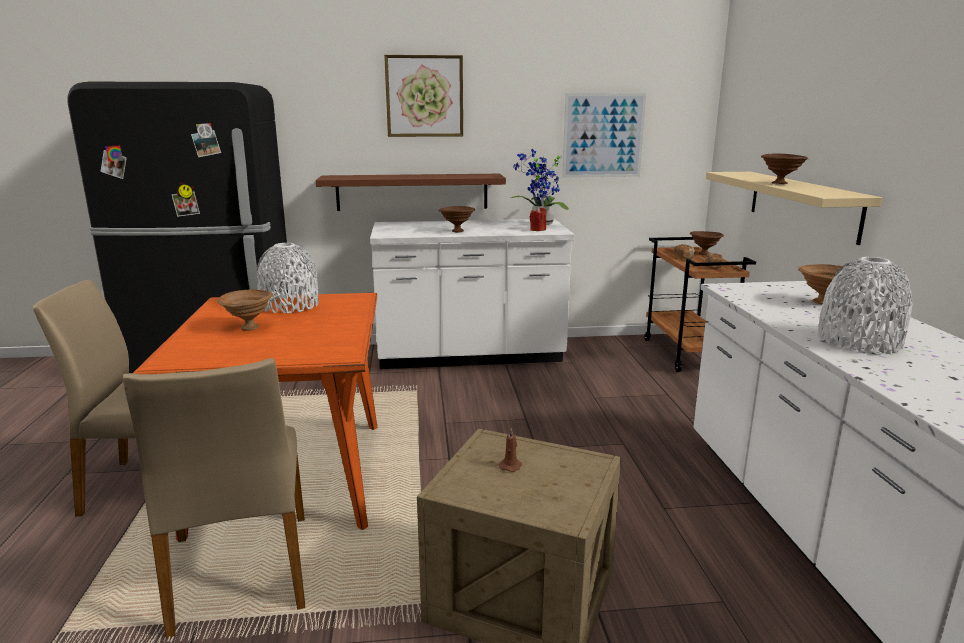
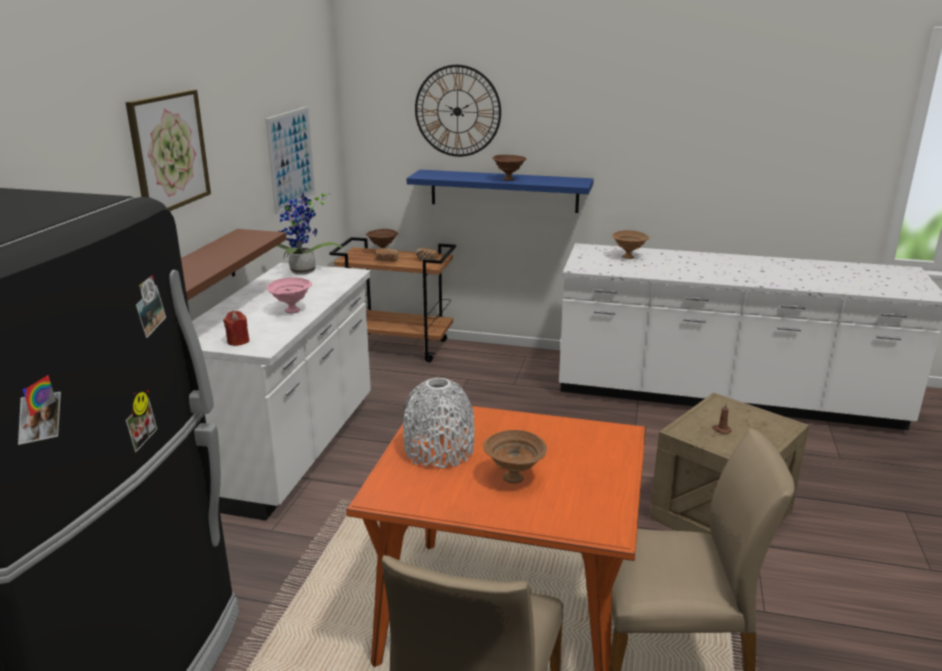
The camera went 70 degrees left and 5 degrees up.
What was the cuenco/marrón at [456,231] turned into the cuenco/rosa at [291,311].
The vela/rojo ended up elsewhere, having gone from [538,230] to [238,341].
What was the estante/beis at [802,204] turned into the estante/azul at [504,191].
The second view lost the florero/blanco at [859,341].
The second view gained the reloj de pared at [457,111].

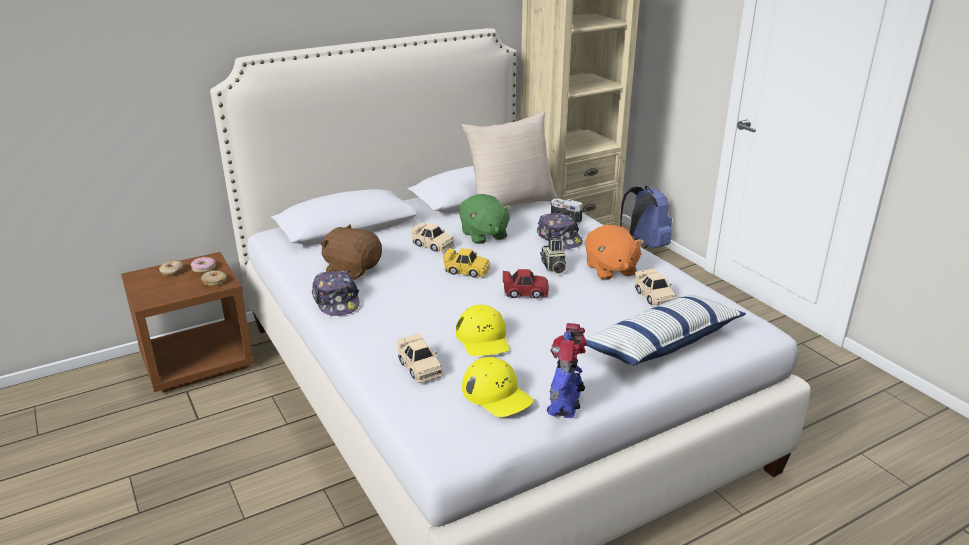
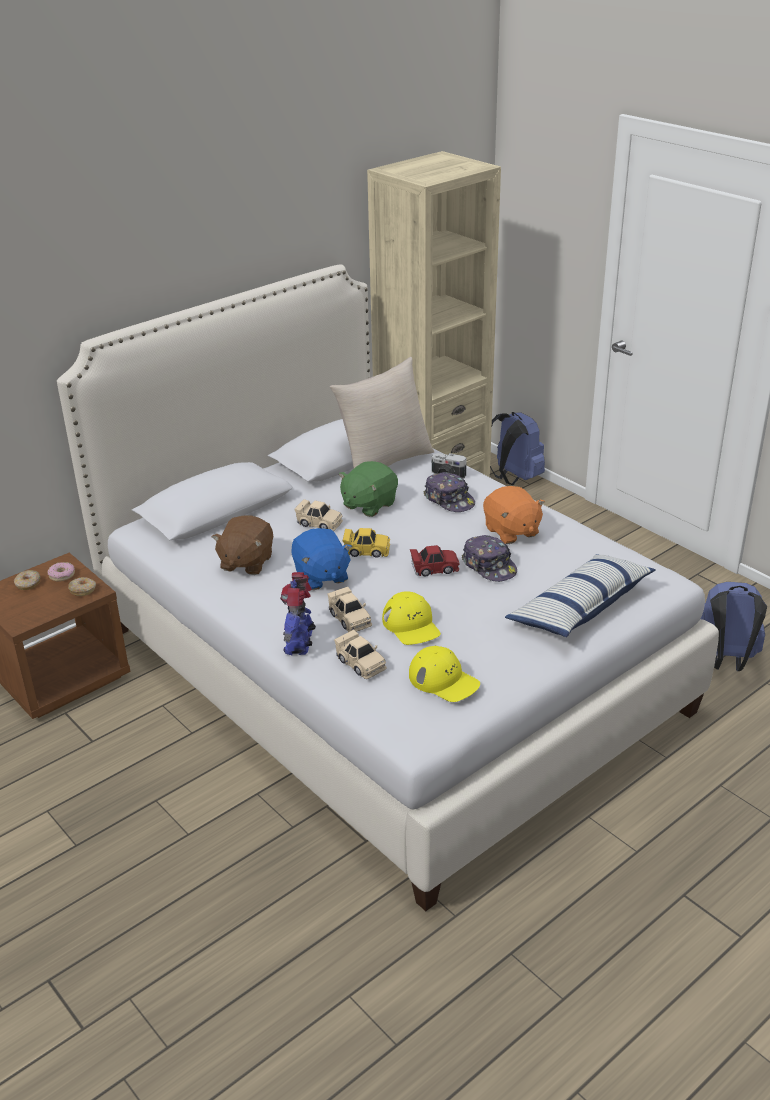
The camera went 10 degrees left and 5 degrees up.
The gorra ended up elsewhere, having gone from [336,301] to [489,566].
The peluche/marrón at [352,269] ended up facing another way, 90 degrees counterclockwise from before.
The peluche/verde at [483,235] ended up facing another way, 75 degrees clockwise from before.
The second view lost the cámara at [553,267].
The robot de juguete ended up elsewhere, having gone from [565,403] to [300,642].
The coche de juguete/beis ended up elsewhere, having gone from [654,297] to [350,618].
The second view gained the peluche/azul at [321,576].
The second view gained the mochila/azul at [725,660].

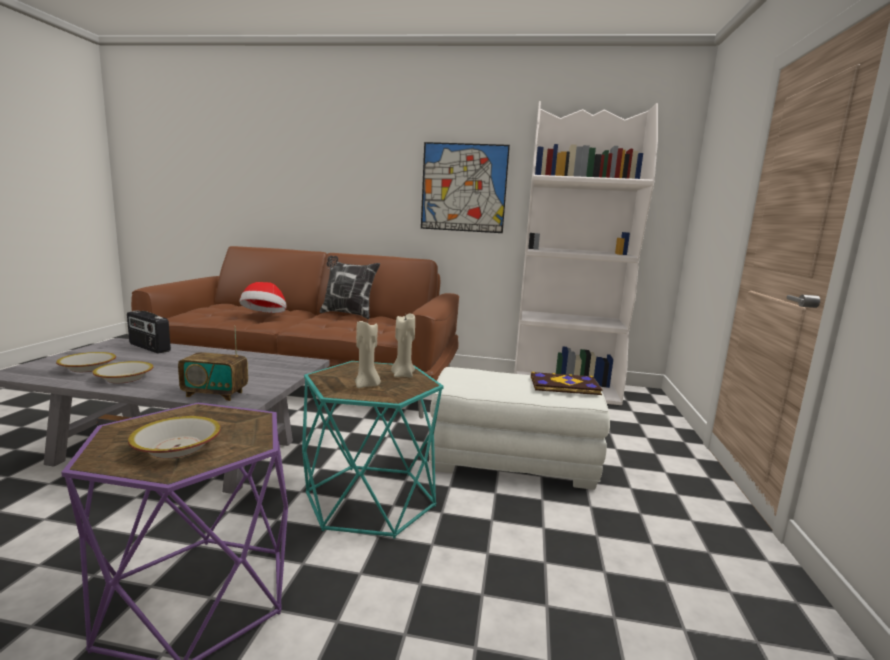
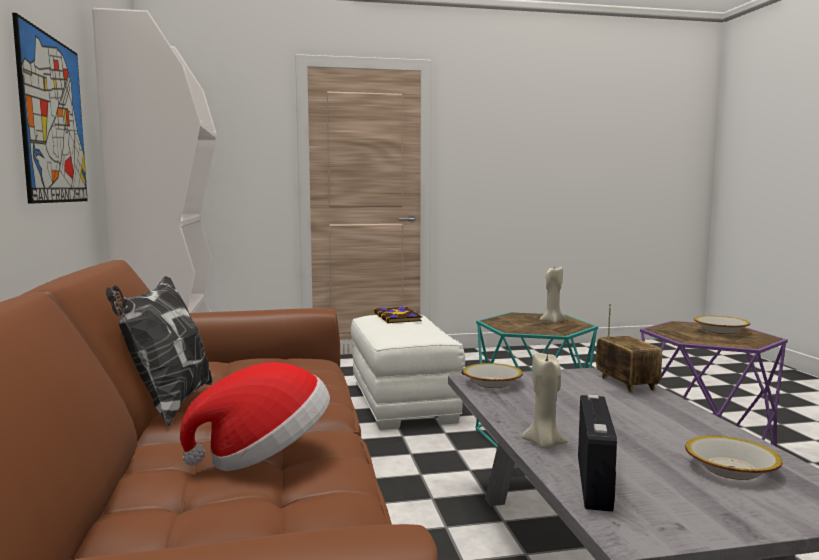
The camera went 110 degrees left and 5 degrees down.
The cuenco ended up elsewhere, having gone from [124,379] to [492,383].
The vela/beis ended up elsewhere, having gone from [402,375] to [544,444].

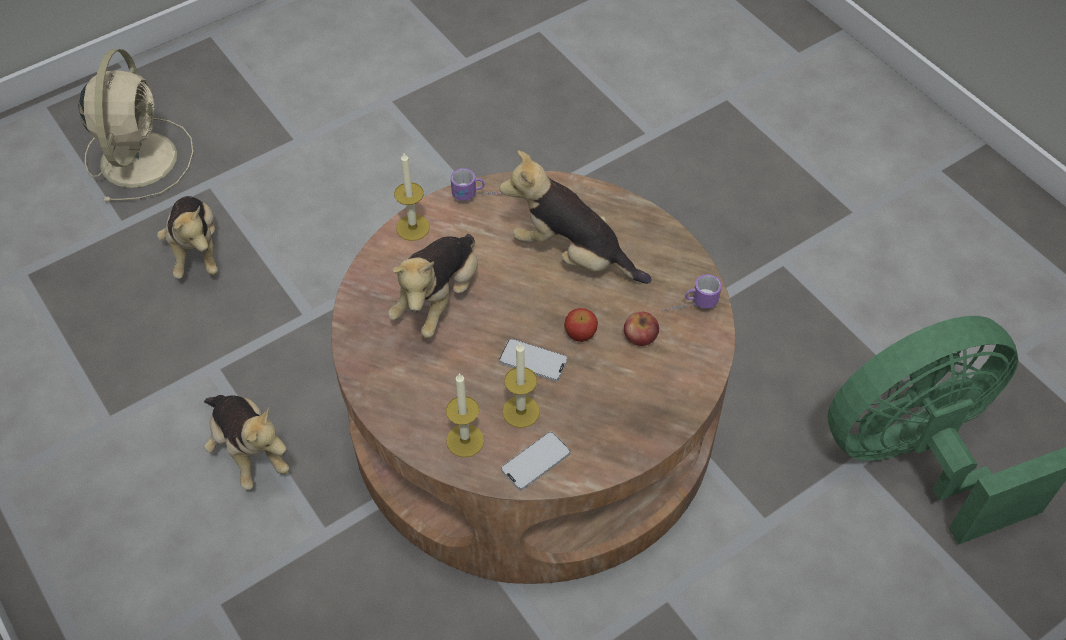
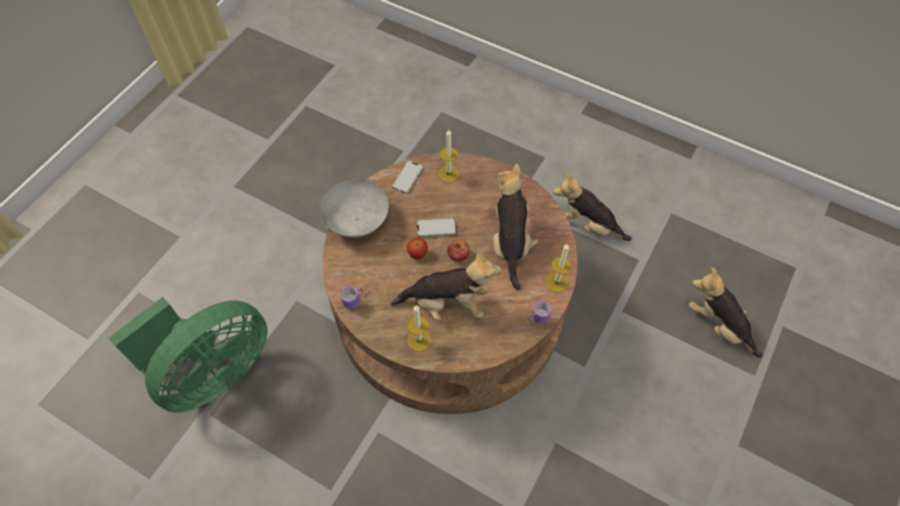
The camera went 155 degrees right and 5 degrees up.
The second view lost the ventilador/beis at [139,157].
The vela ended up elsewhere, having gone from [521,411] to [419,340].
The manzana ended up elsewhere, having gone from [640,336] to [458,254].
The second view gained the cuenco/gris at [356,221].

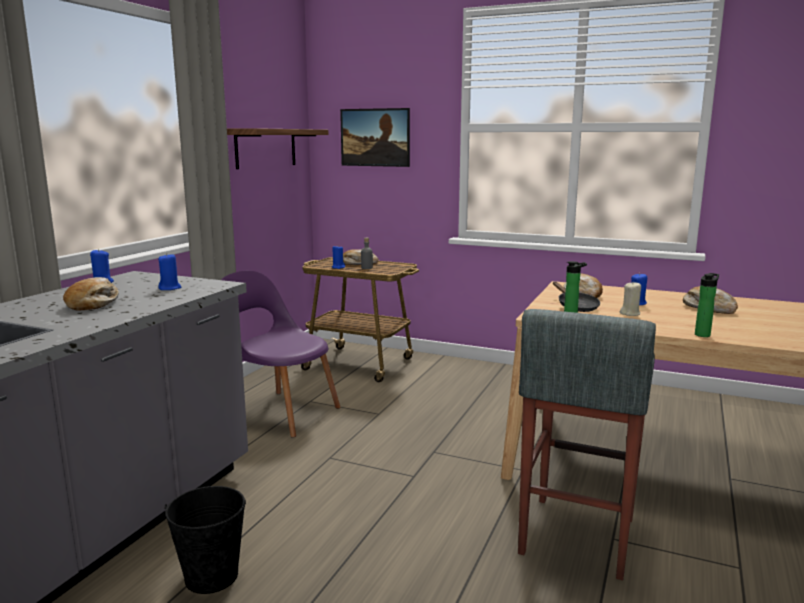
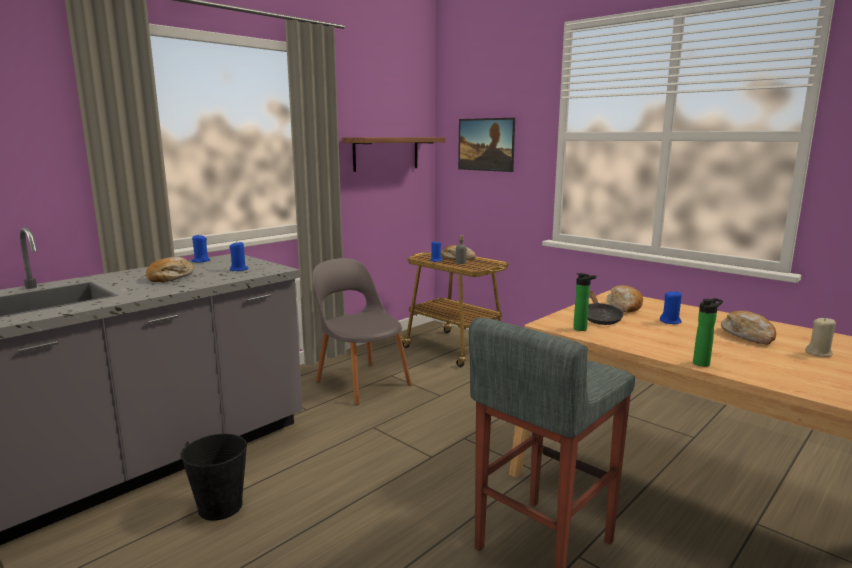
The camera went 20 degrees right and 0 degrees up.
What was the silla/morado at [281,412] turned into the silla/gris at [361,381].
The vela/beis ended up elsewhere, having gone from [630,313] to [819,353].

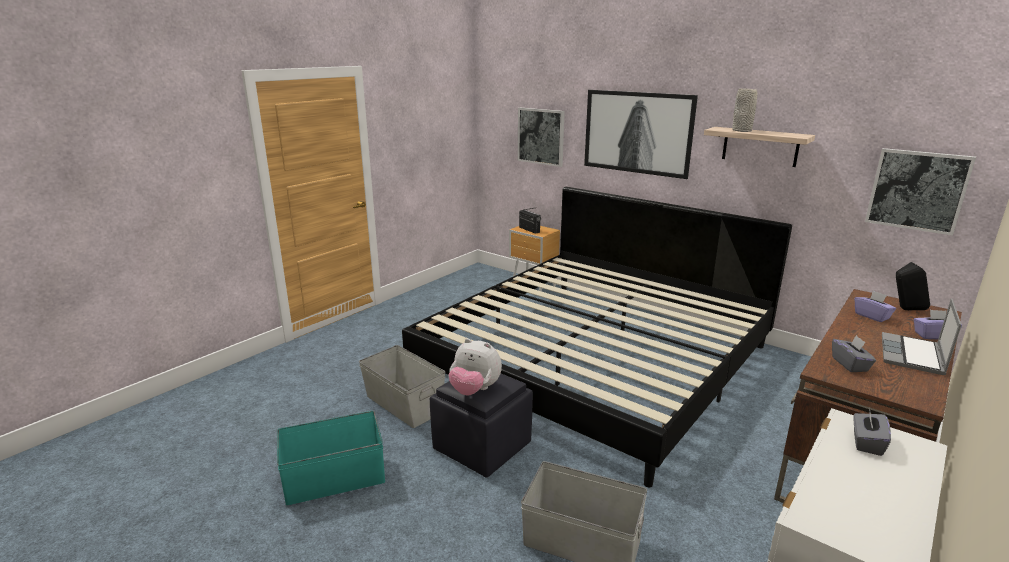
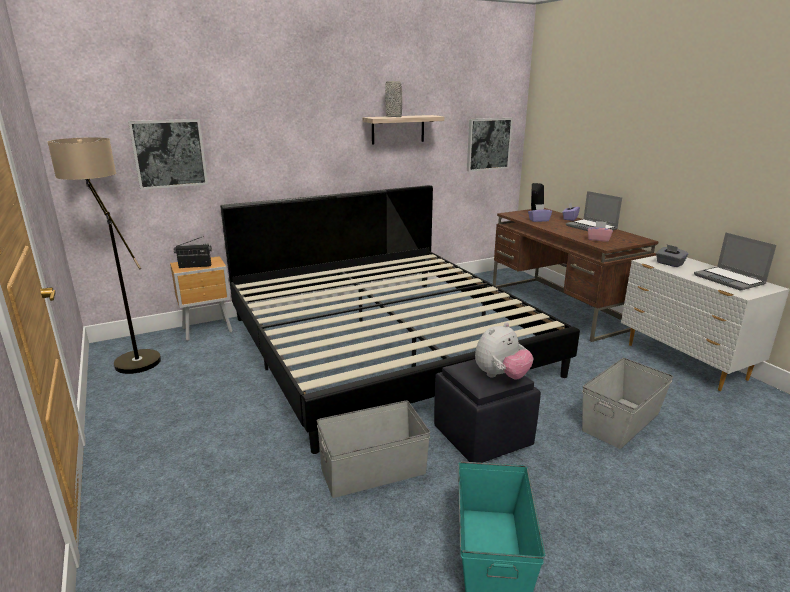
The camera went 65 degrees left and 0 degrees up.
The second view lost the cuadro at [638,132].
What was the caja de pañuelos/gris at [850,364] turned into the caja de pañuelos/rosa at [598,239].
The second view gained the lámpara de pie at [130,357].
The second view gained the portátil at [730,280].

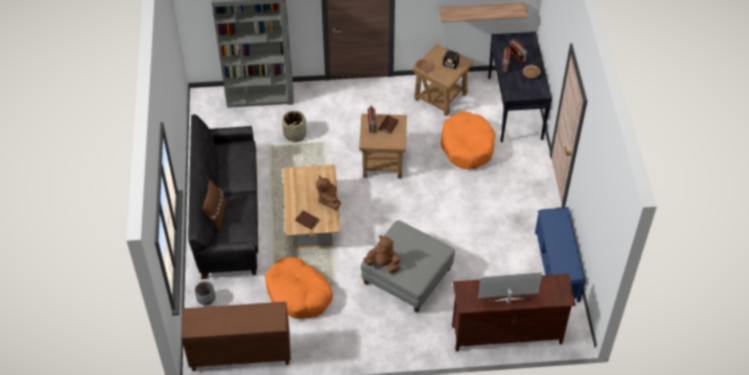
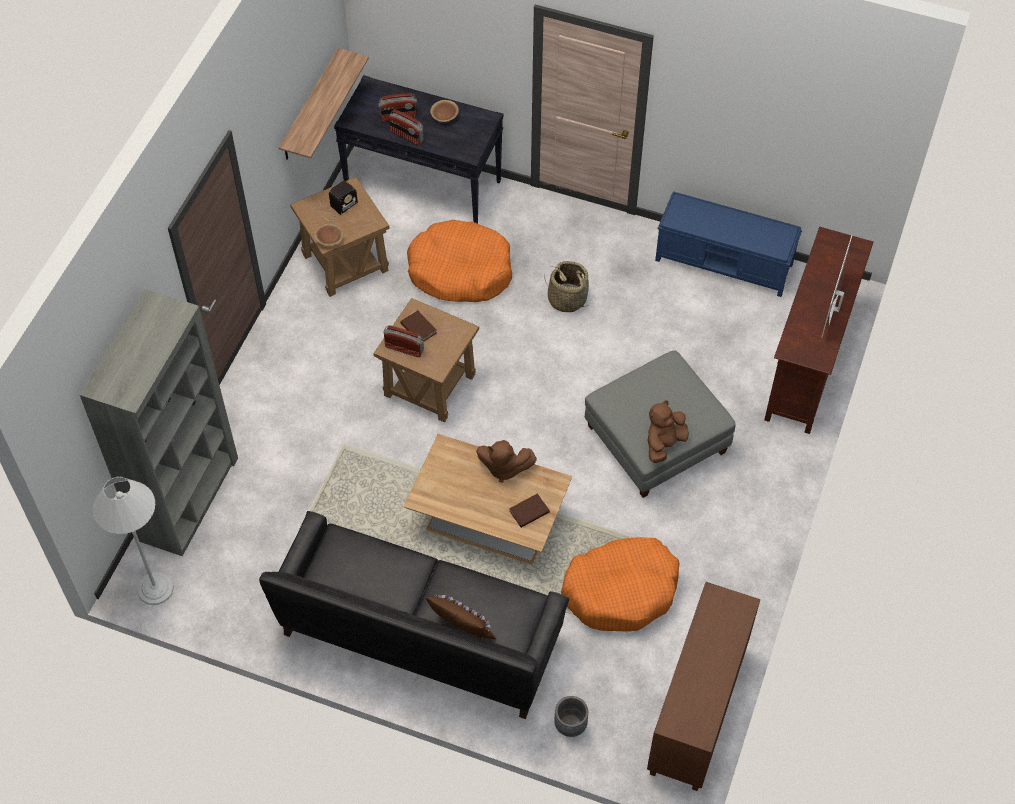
The camera went 65 degrees left and 5 degrees up.
The cesta ended up elsewhere, having gone from [295,134] to [567,298].
The second view gained the lámpara de pie/blanco at [155,589].

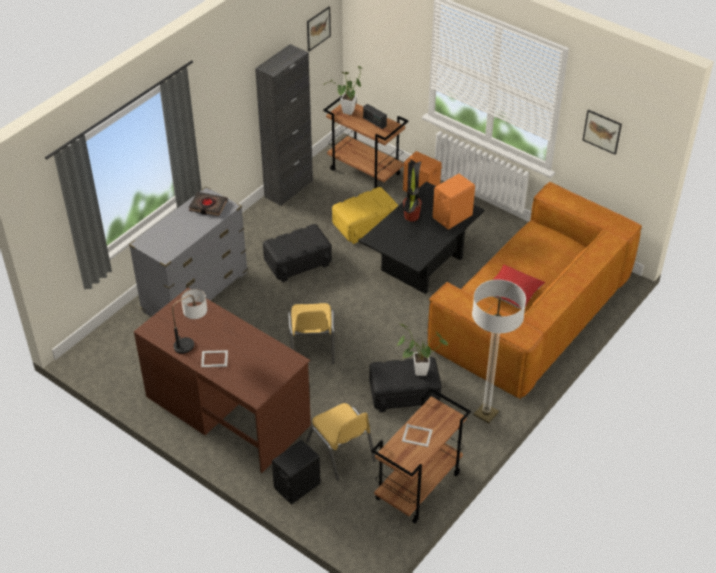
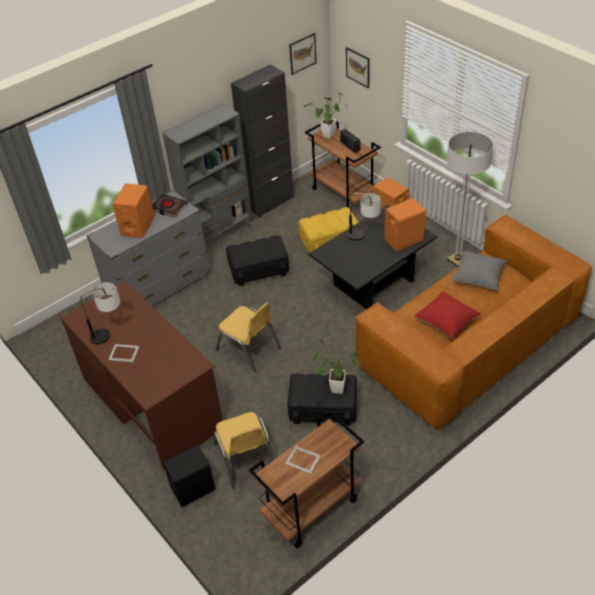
The camera went 15 degrees right and 0 degrees up.
The silla/amarillo at [312,345] ended up facing another way, 60 degrees counterclockwise from before.
Where the planta en maceta stood at [411,217], the lámpara de mesa came to stand at [364,236].
The lámpara de pie ended up elsewhere, having gone from [486,414] to [457,259].
The cuadro ended up elsewhere, having gone from [602,131] to [358,67].
The second view gained the altavoz/naranja at [138,226].
The second view gained the estantería/gris at [219,235].
The second view gained the cojín/gris at [478,277].

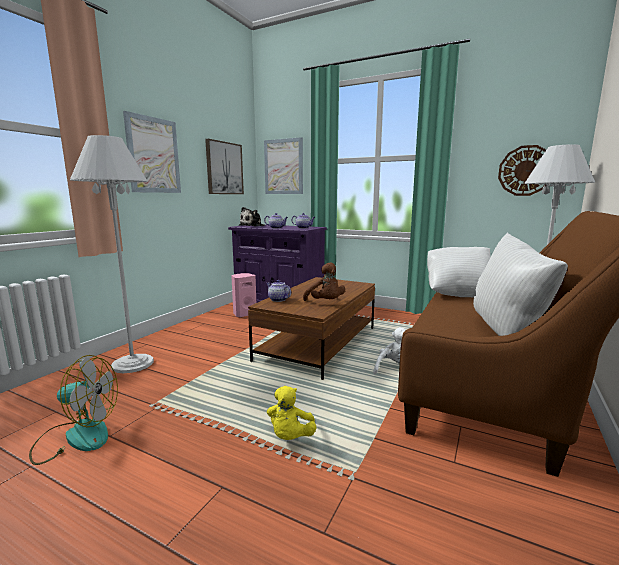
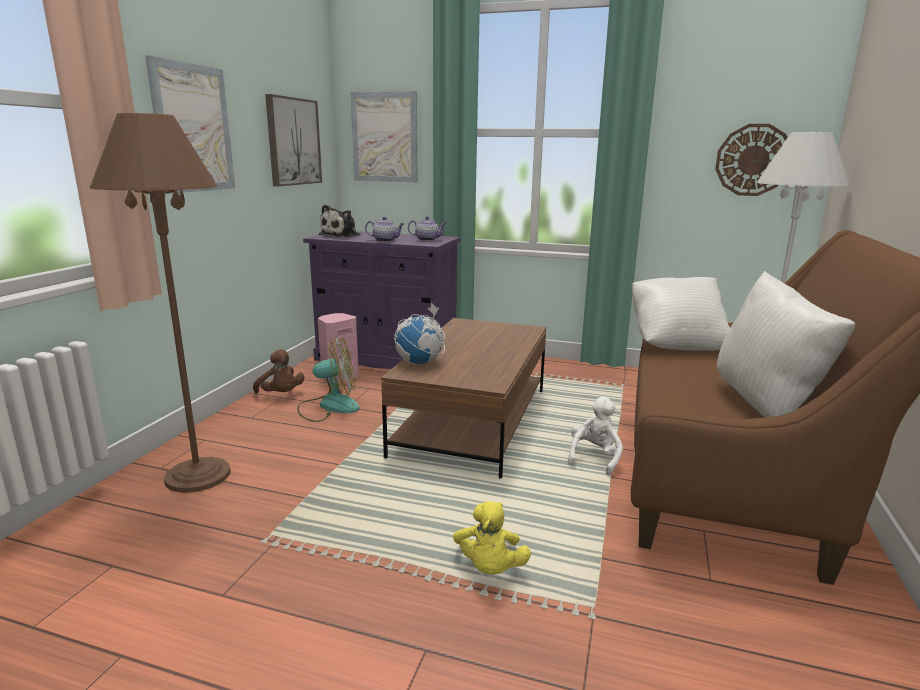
The camera went 10 degrees left and 5 degrees up.
The ventilador ended up elsewhere, having gone from [76,436] to [329,406].
What was the lámpara de pie/blanco at [132,364] turned into the lámpara de pie/marrón at [198,475].
Where the tetera stood at [278,299], the globo terráqueo came to stand at [420,362].
The peluche/marrón ended up elsewhere, having gone from [325,303] to [281,395].

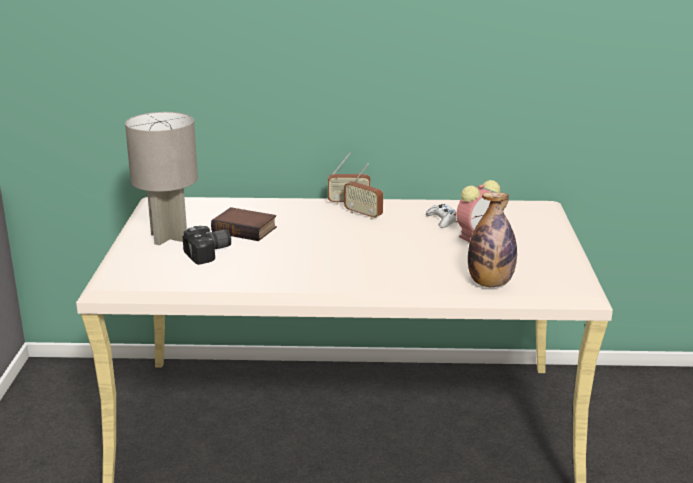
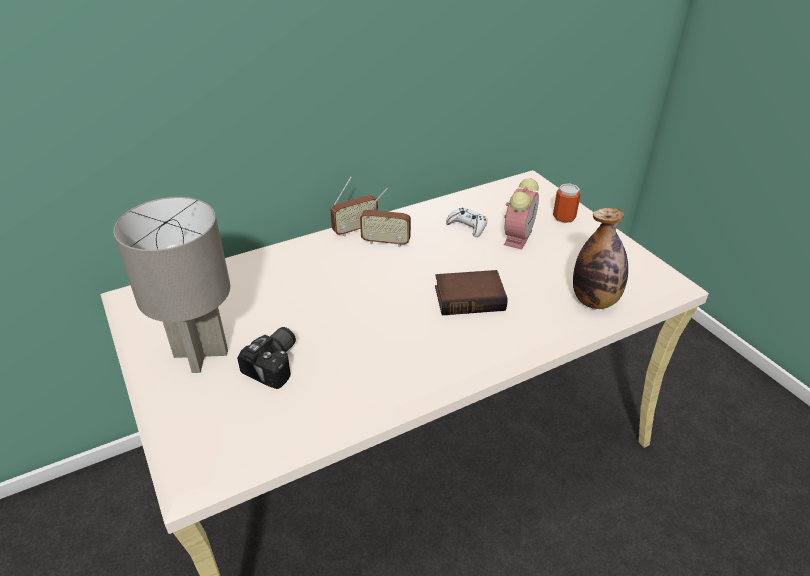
The camera went 30 degrees left and 15 degrees up.
The libro ended up elsewhere, having gone from [246,229] to [470,297].
The second view gained the lata at [564,218].

